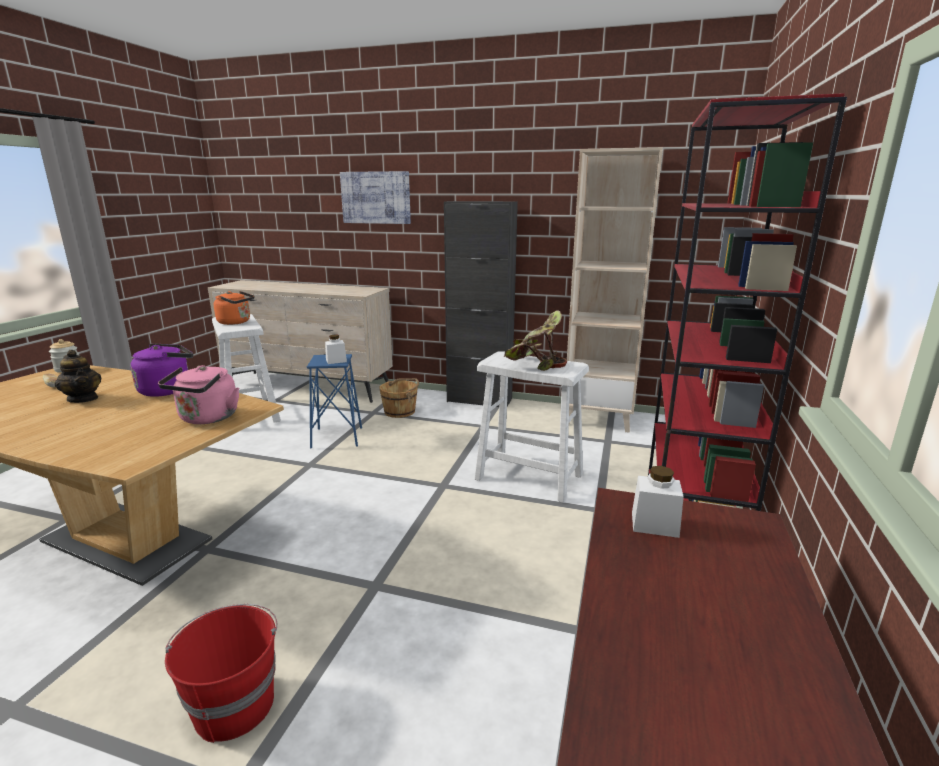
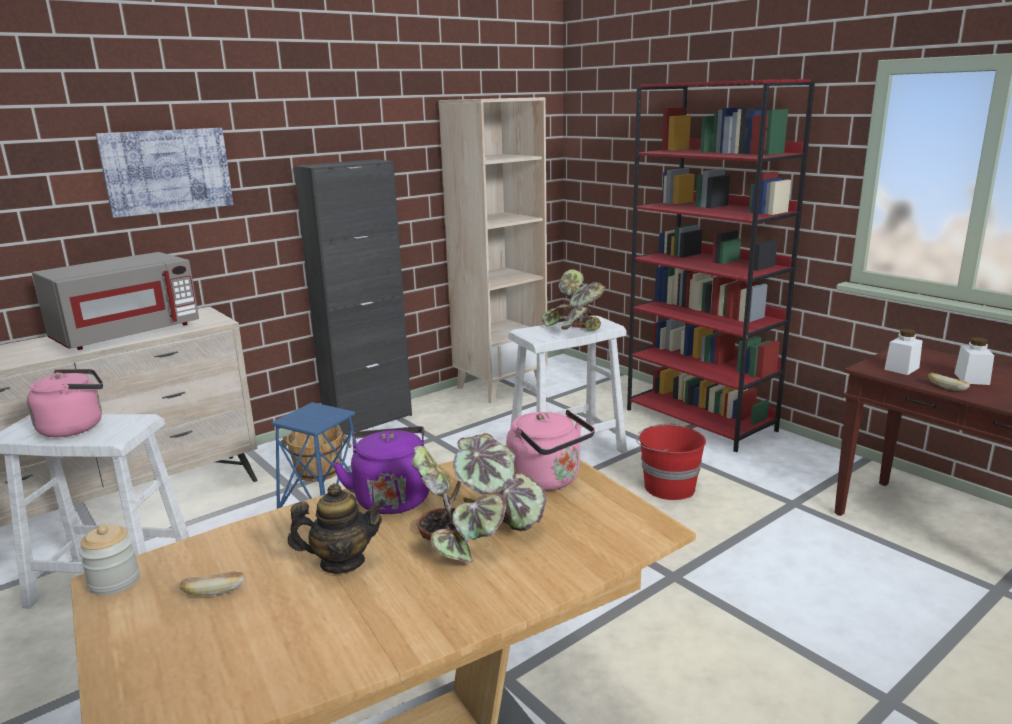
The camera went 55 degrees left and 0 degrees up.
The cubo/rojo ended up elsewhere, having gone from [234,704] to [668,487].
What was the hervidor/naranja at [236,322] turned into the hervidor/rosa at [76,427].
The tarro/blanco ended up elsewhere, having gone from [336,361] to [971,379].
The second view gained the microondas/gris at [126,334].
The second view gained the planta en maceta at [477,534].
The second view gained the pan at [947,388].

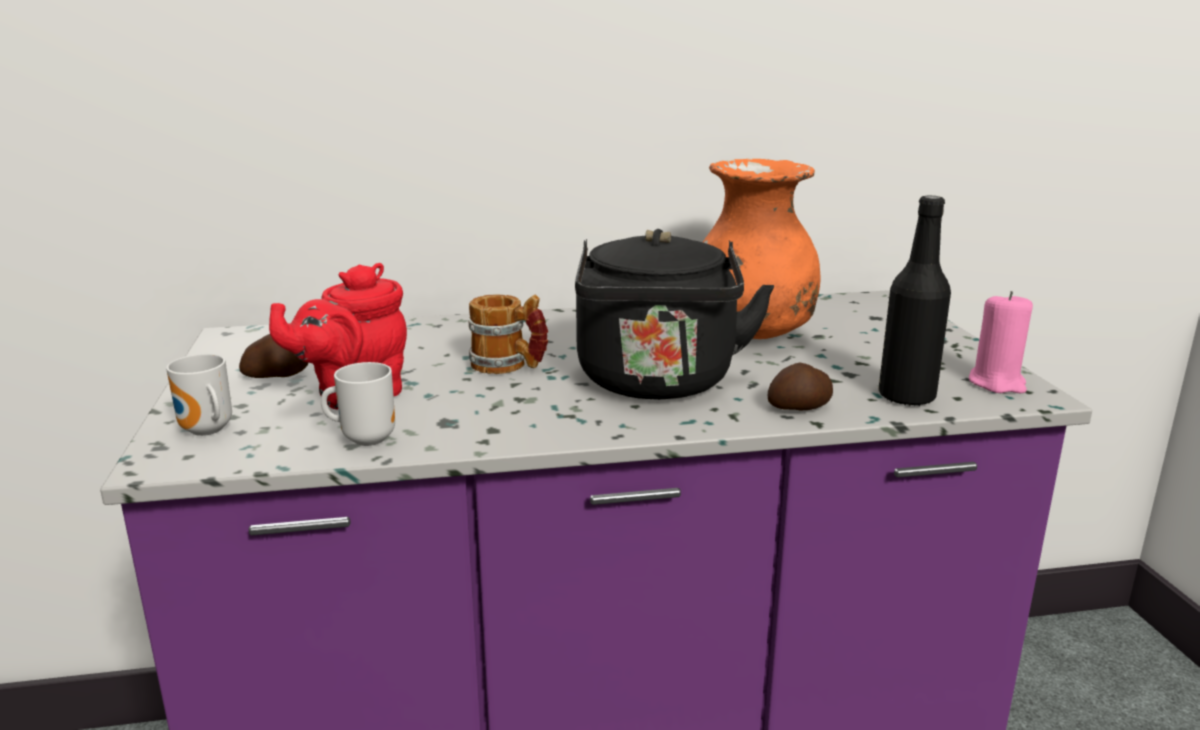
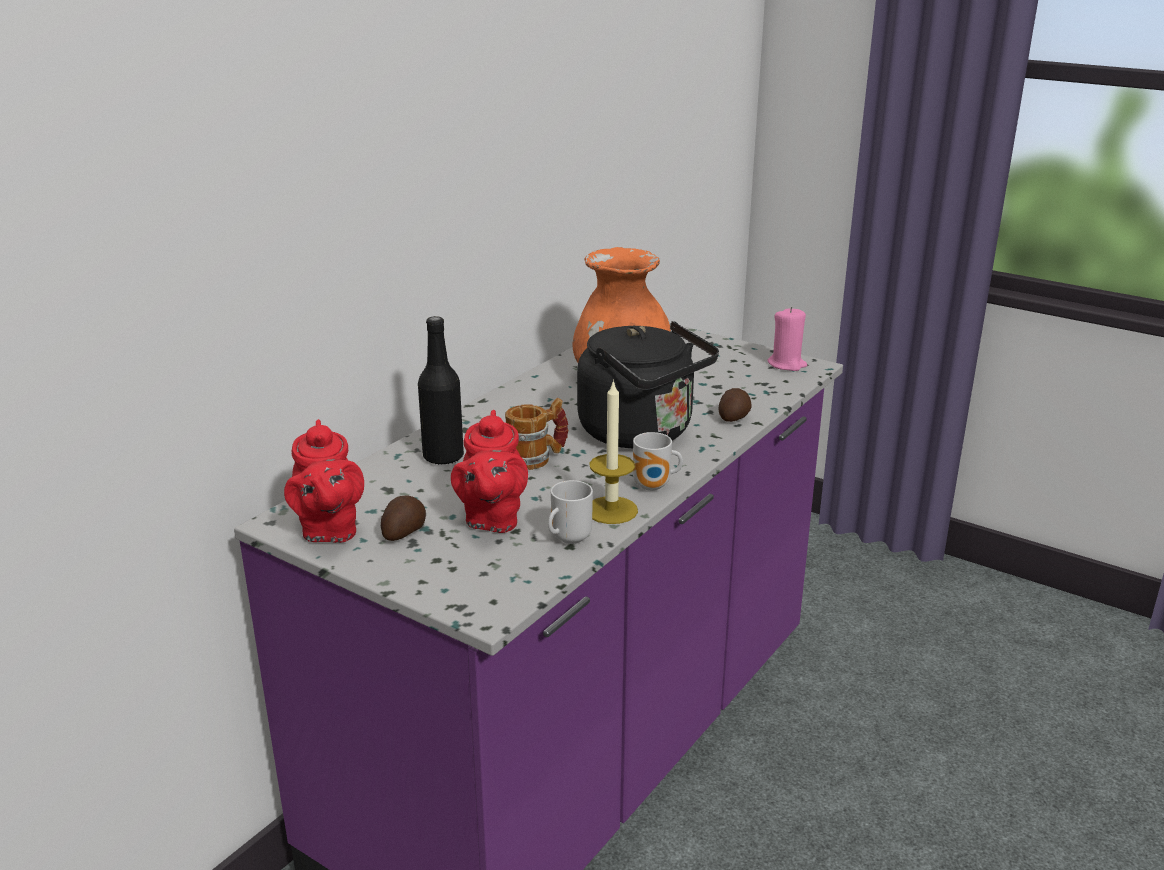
The camera went 45 degrees left and 5 degrees up.
The taza grande ended up elsewhere, having gone from [206,432] to [654,487].
The botella/negro ended up elsewhere, having gone from [906,396] to [443,457].
The second view gained the tetera/rojo at [329,530].
The second view gained the vela at [611,510].

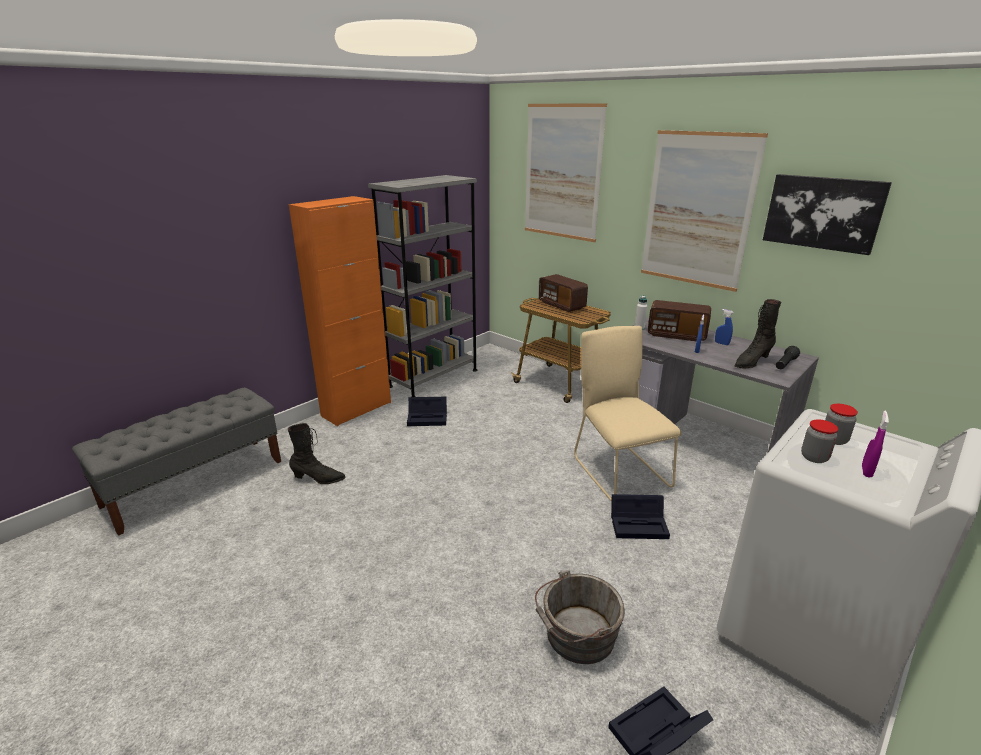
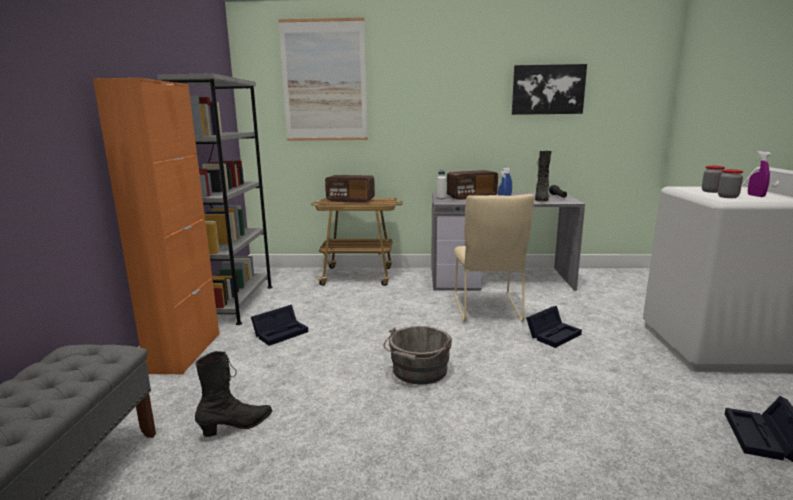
The camera went 40 degrees left and 10 degrees down.
The cubo/gris ended up elsewhere, having gone from [576,636] to [418,372].
The silla/beis at [618,470] ended up facing another way, 120 degrees counterclockwise from before.
The second view lost the cuadro at [698,210].

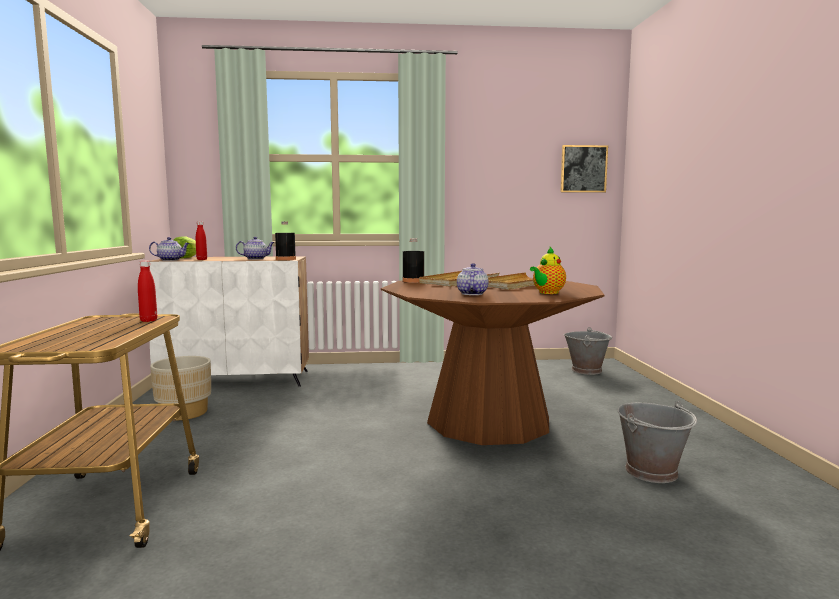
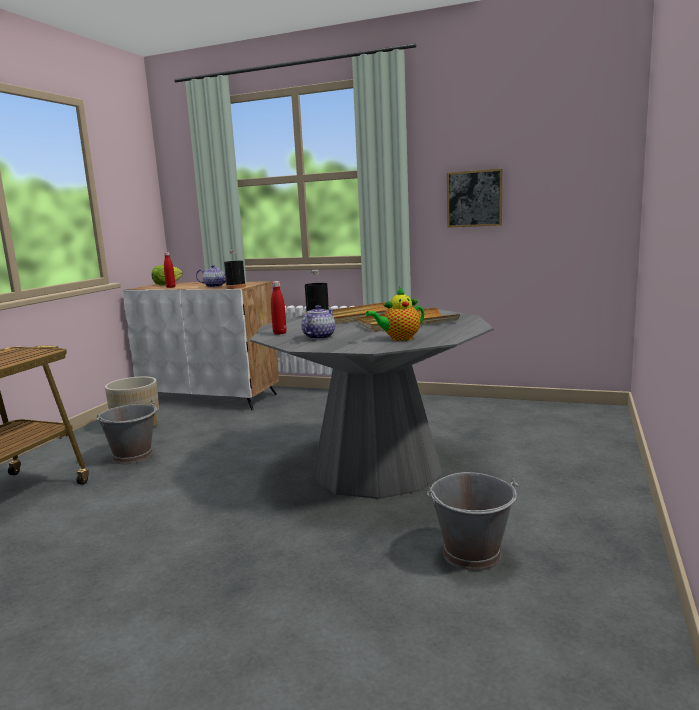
The camera went 25 degrees right and 5 degrees up.
The botella/rojo ended up elsewhere, having gone from [148,320] to [279,333].
The second view lost the tetera at [171,260].
What was the mesa de comedor/marrón at [488,420] turned into the mesa de comedor/gris at [376,468].
The cuadro ended up elsewhere, having gone from [583,169] to [474,198].
The cubo/gris ended up elsewhere, having gone from [586,370] to [133,456].

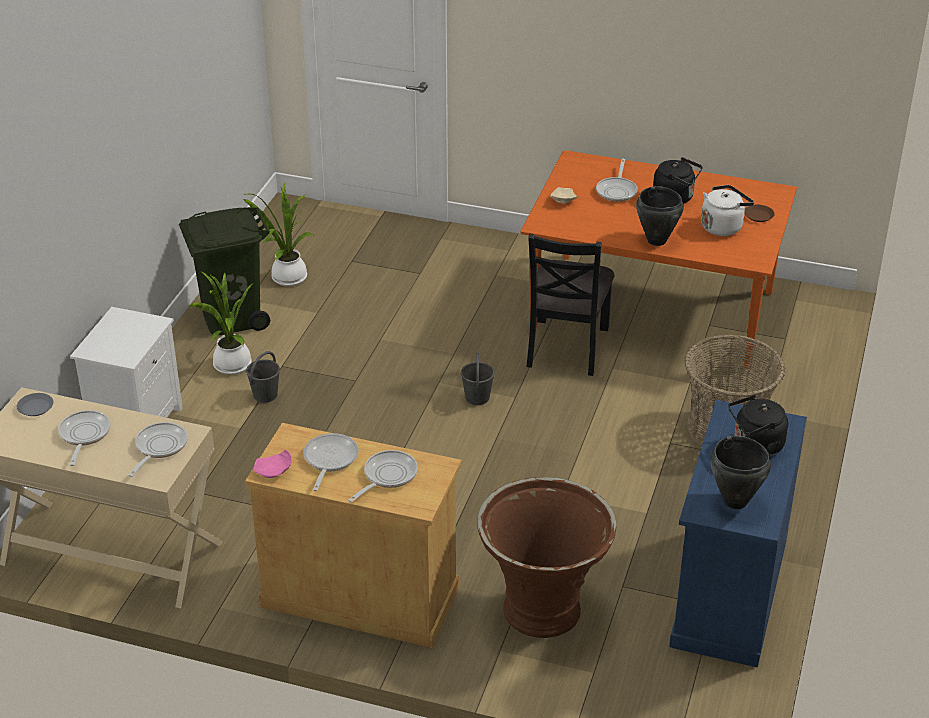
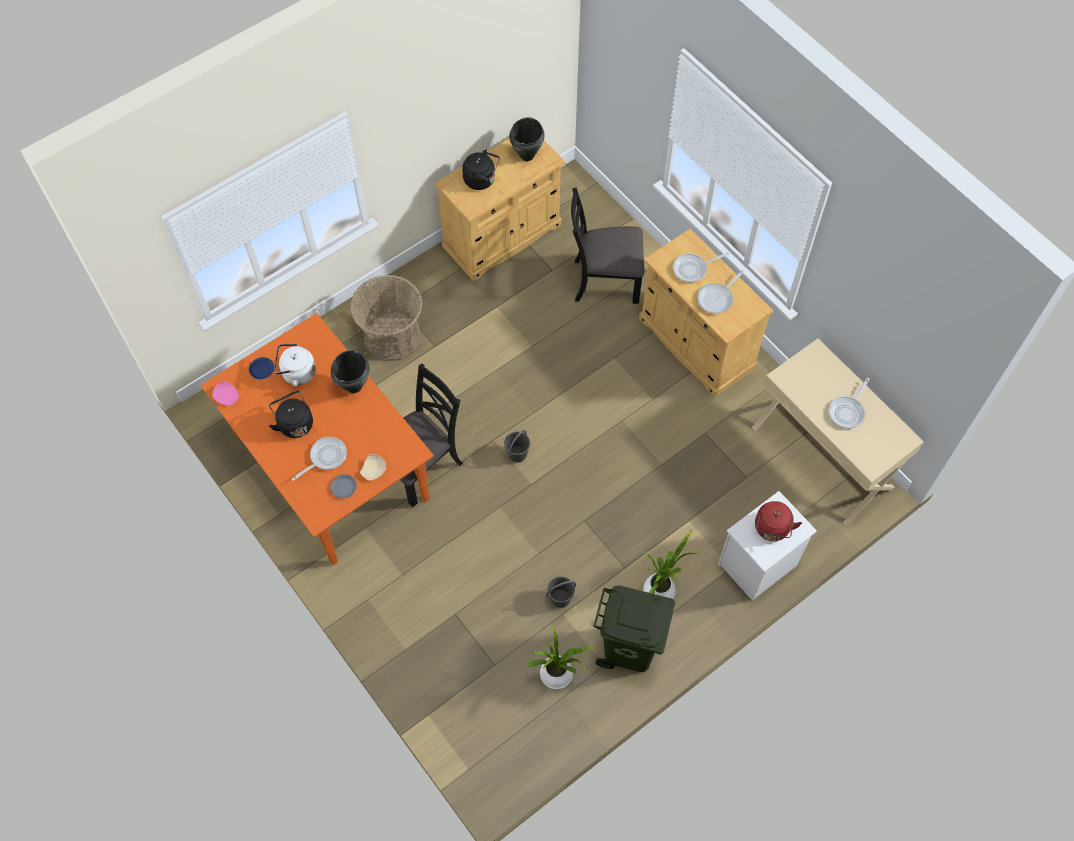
The camera went 145 degrees left and 25 degrees up.
The plato/gris ended up elsewhere, having gone from [36,407] to [343,487].
The second view lost the sartén at [159,448].
The cubo/gris ended up elsewhere, having gone from [265,395] to [561,598].
The plato/rosa ended up elsewhere, having gone from [274,471] to [227,396].
Where the maceta/marrón stood at [543,609], the silla/negro came to stand at [605,280].
What was the armario/azul at [728,592] turned into the armario/beis at [502,236].
What was the plato/marrón at [758,216] turned into the plato/azul at [262,369].
The second view gained the hervidor/rojo at [772,529].

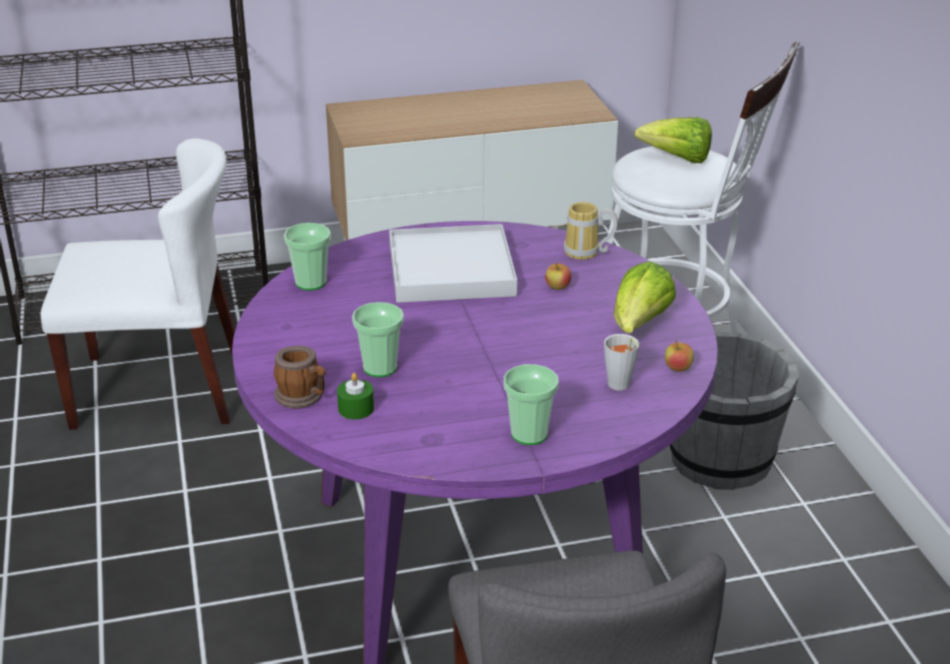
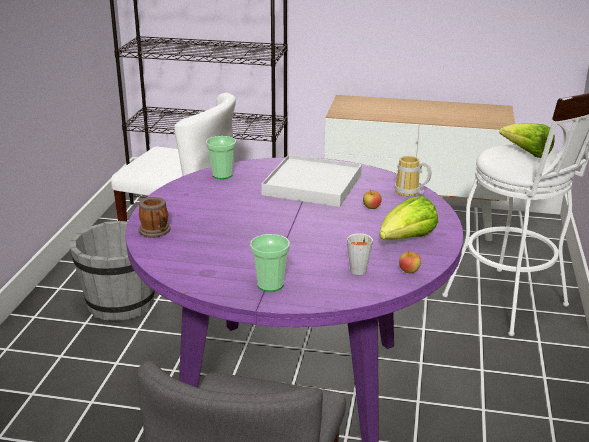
The camera went 25 degrees right and 5 degrees down.
The second view lost the vela/verde at [356,408].
The second view lost the taza at [380,368].
The cubo/gris ended up elsewhere, having gone from [719,459] to [121,303].

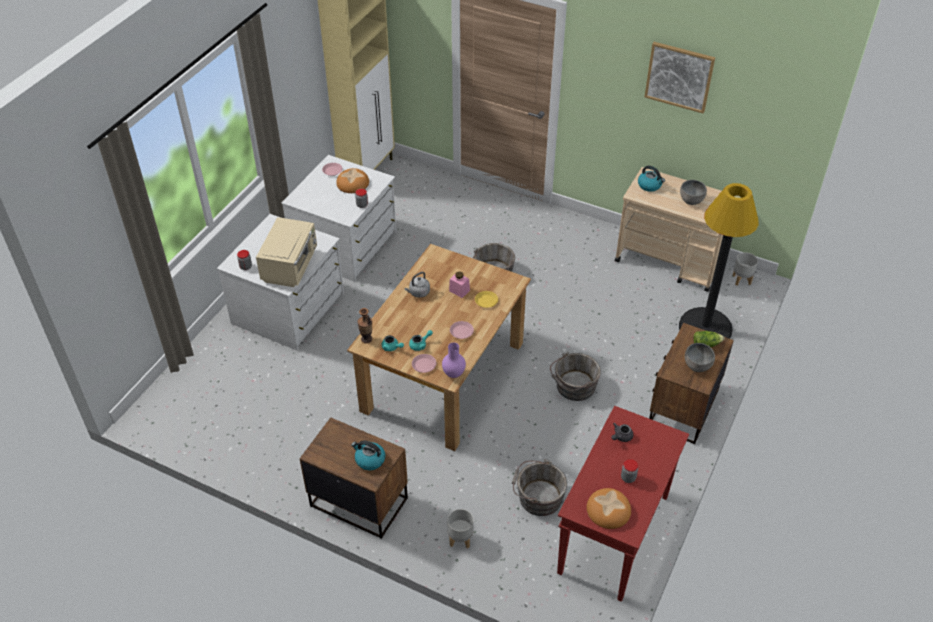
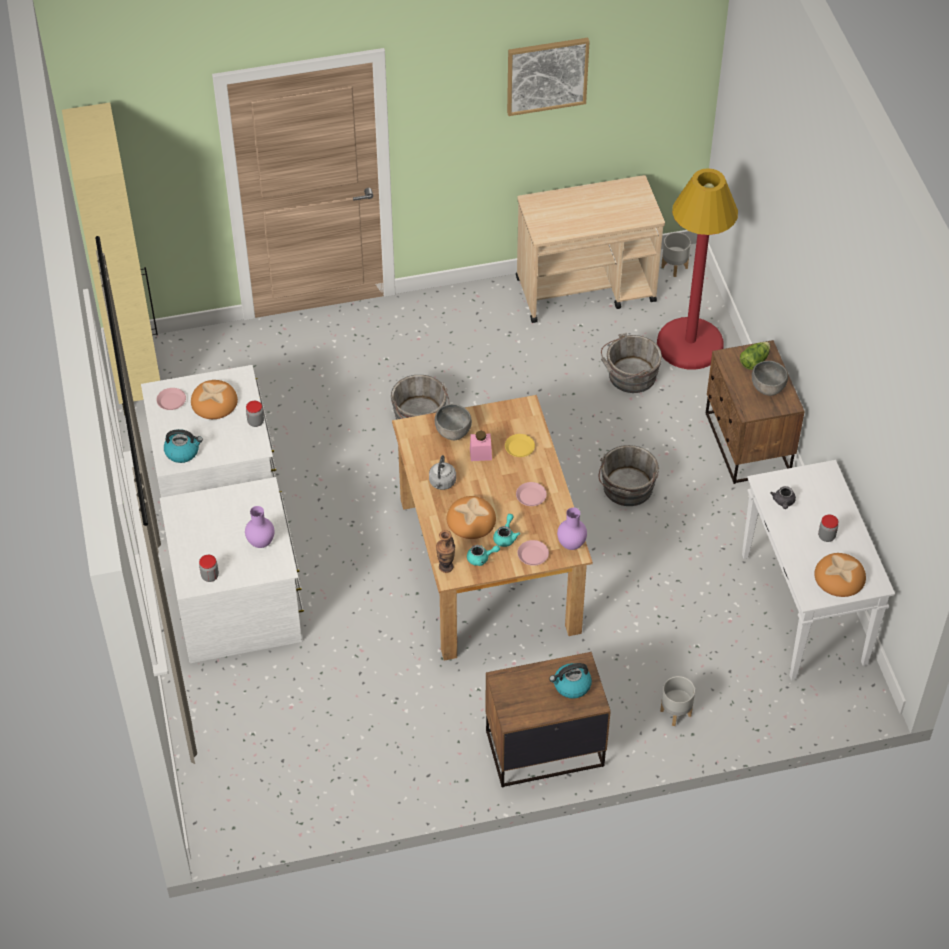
The camera went 40 degrees left and 5 degrees up.
Where the microondas/beis stood at [291,266], the florero/morado came to stand at [260,542].
The cubo/gris ended up elsewhere, having gone from [537,497] to [629,376].
What was the mesa consola/rojo at [614,535] turned into the mesa consola/blanco at [804,610].
The hervidor ended up elsewhere, having gone from [650,185] to [183,452].
What was the lámpara de pie/negro at [705,328] turned into the lámpara de pie/rojo at [690,344].
The cuenco/gris ended up elsewhere, having gone from [691,201] to [453,433].
The second view gained the pan at [470,520].

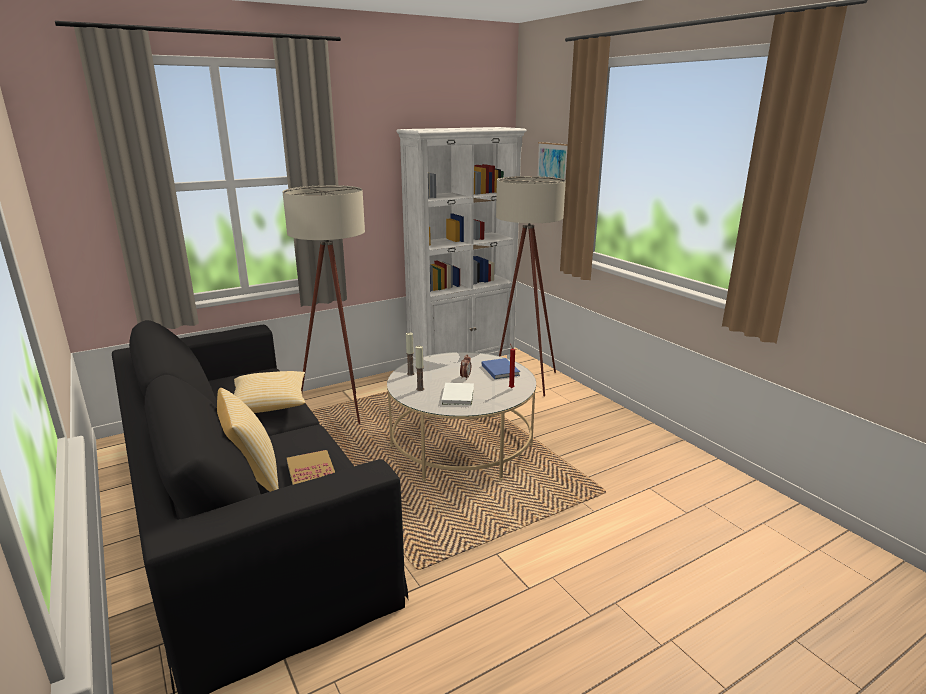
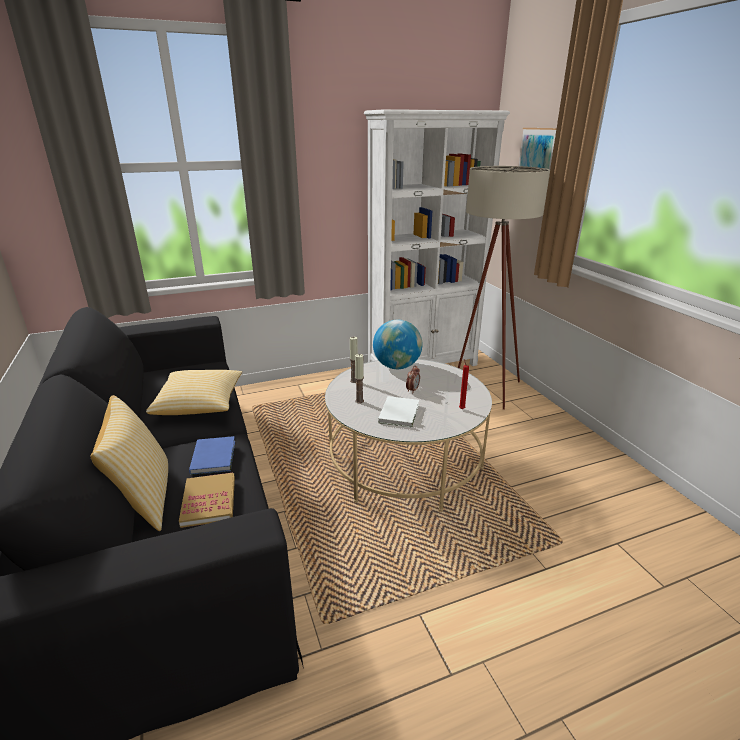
The camera went 10 degrees right and 5 degrees up.
The second view lost the lámpara de pie/beis at [341,412].
The libro/azul ended up elsewhere, having gone from [500,370] to [214,456].
The second view gained the globo terráqueo at [396,366].

